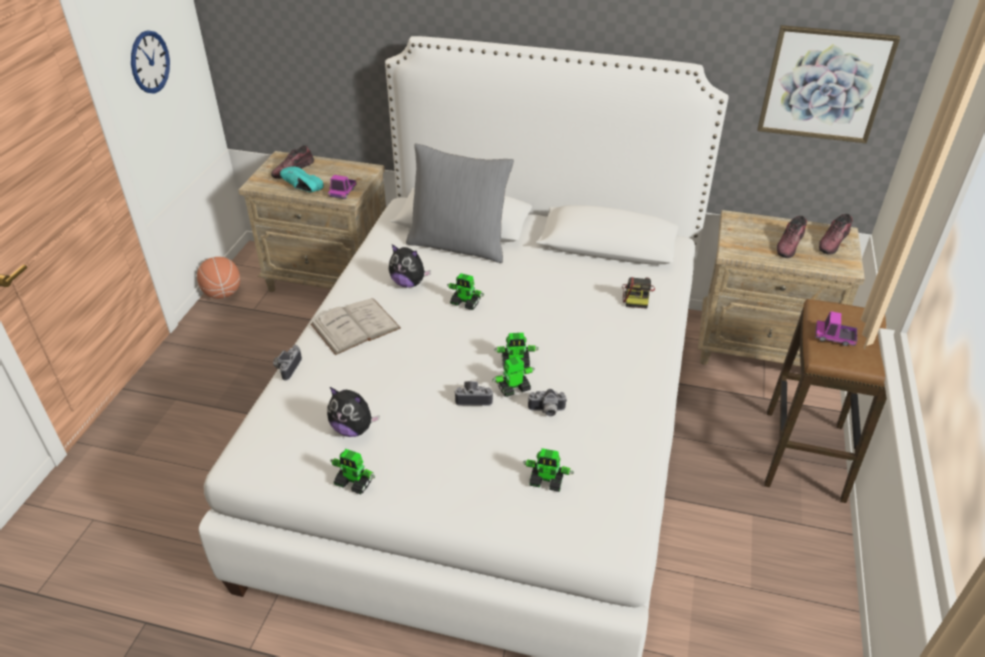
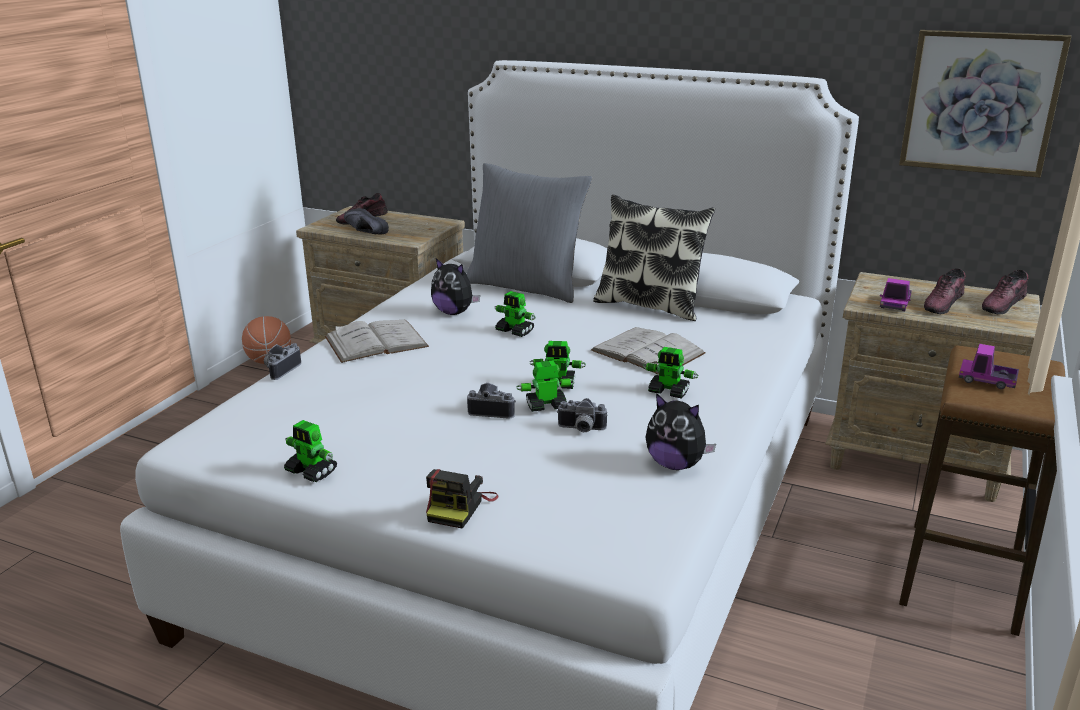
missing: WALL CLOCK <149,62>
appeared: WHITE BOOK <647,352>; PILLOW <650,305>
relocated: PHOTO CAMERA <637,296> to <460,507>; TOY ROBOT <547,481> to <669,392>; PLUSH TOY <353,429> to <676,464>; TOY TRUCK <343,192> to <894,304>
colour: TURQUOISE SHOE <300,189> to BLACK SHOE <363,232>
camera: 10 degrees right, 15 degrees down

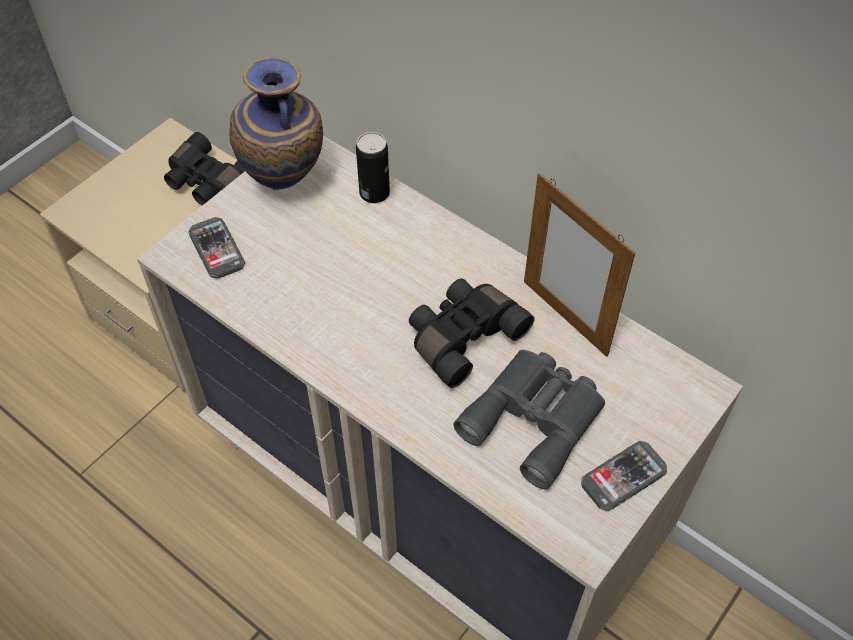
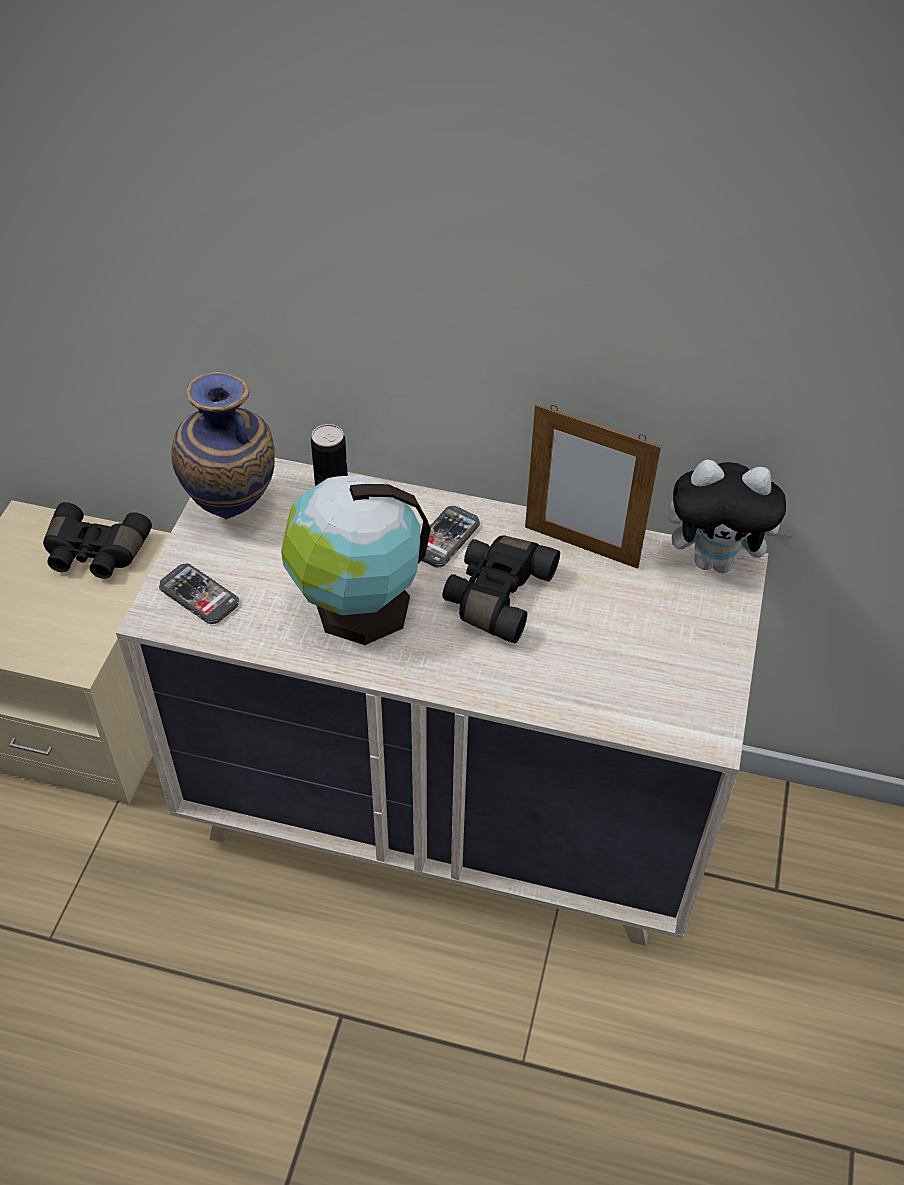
missing: GREY BINOCULARS <535,418>
appeared: GLOBE <357,608>; PLUSH TOY <716,561>
relocated: PHONE <623,477> to <445,538>
camera: 25 degrees left, 5 degrees down

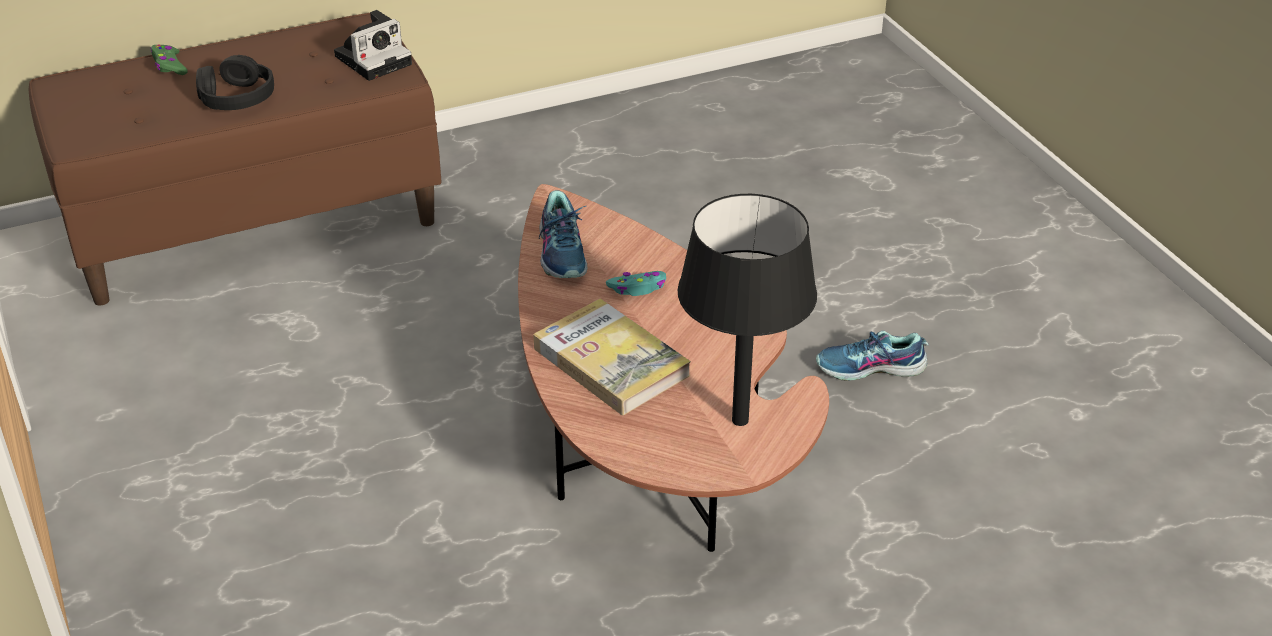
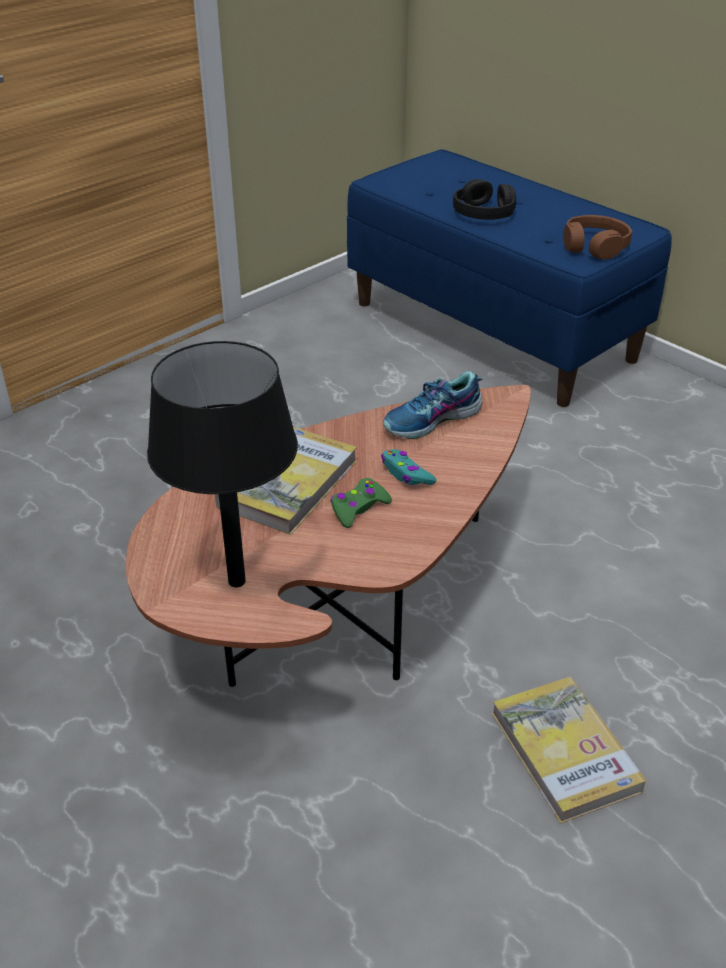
relocated: GREEN GAME CONTROLLER <169,66> to <358,508>
exchanged: SHOE <870,368> to BOOK <564,752>; PHOTO CAMERA <375,59> to BROWN HEADPHONES <594,246>
colour: BROWN BENCH <255,223> to BLUE BENCH <494,331>
camera: 70 degrees right, 0 degrees up

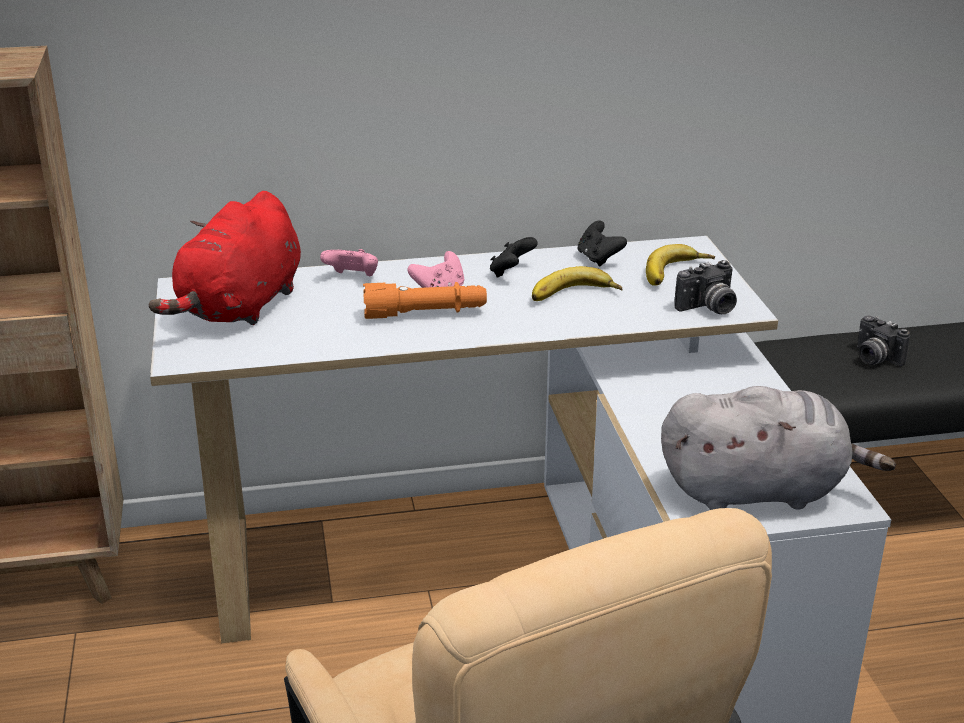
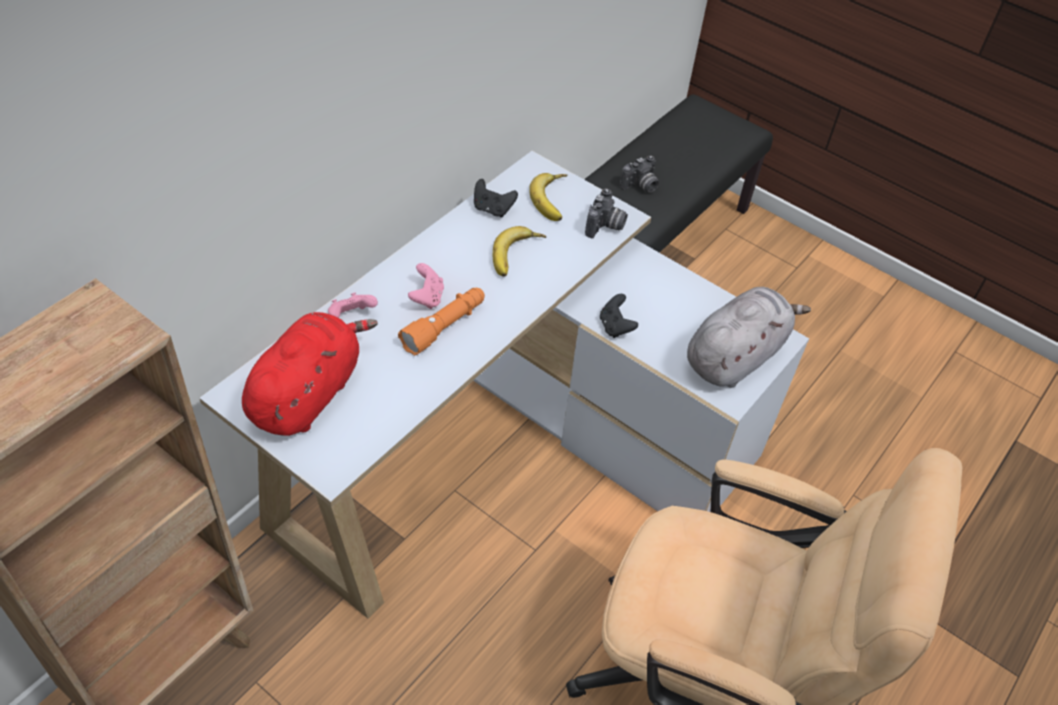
relocated: BLACK GAME CONTROLLER <511,272> to <615,327>
spun: RED PLUSH TOY <240,308> = <308,394> 135 degrees counterclockwise; PHOTO CAMERA <874,358> = <640,186> 45 degrees counterclockwise
camera: 45 degrees left, 20 degrees up

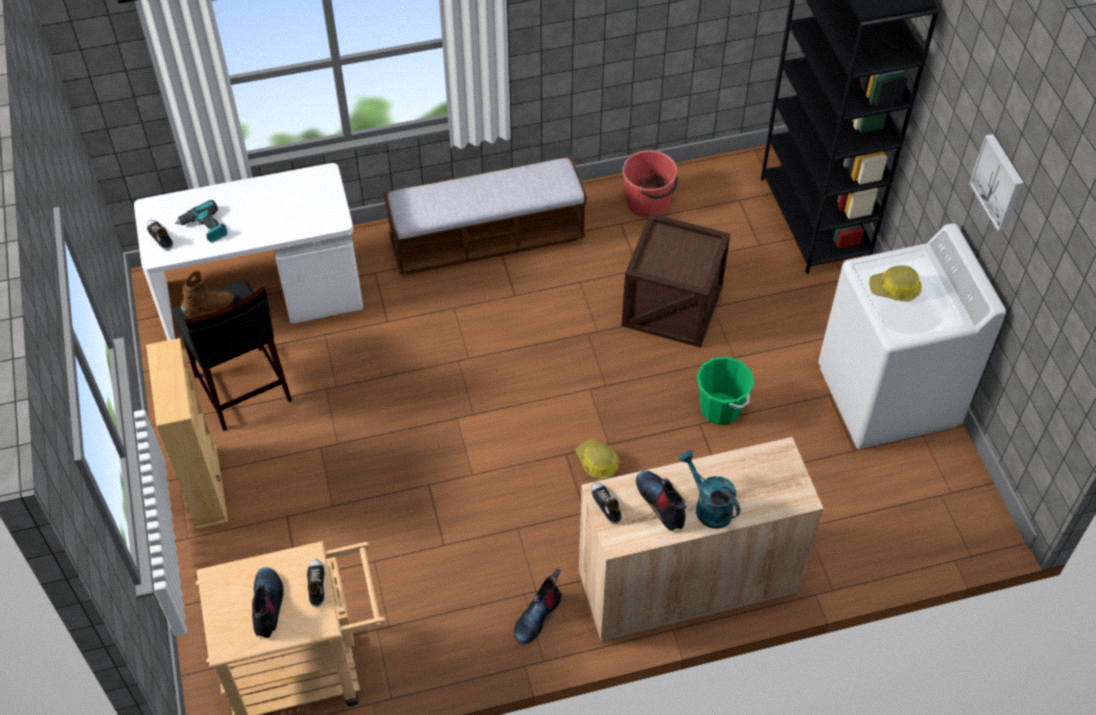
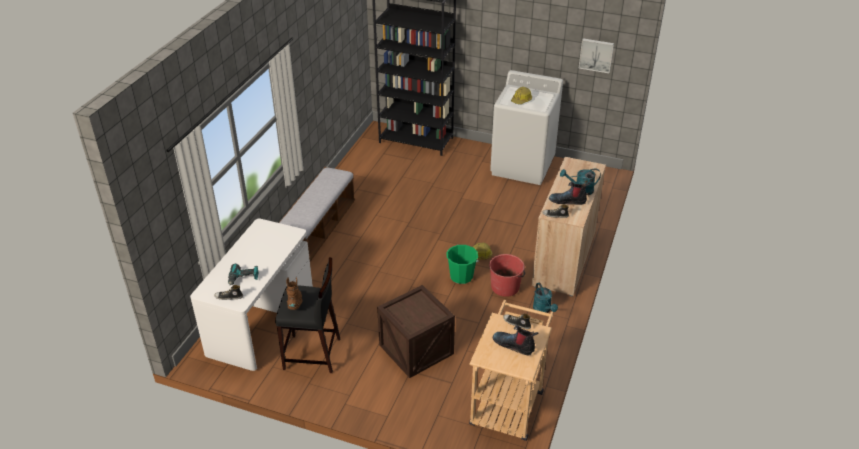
missing: BEIGE BOOKCASE <206,487>
relocated: CRATE <672,306> to <416,349>; GREEN BUCKET <720,409> to <461,276>; RED BUCKET <648,202> to <505,287>; PICTURE <999,182> to <596,55>
exchanged: BOOT <537,616> to TURQUOISE WATERING CAN <543,310>
camera: 55 degrees left, 15 degrees down

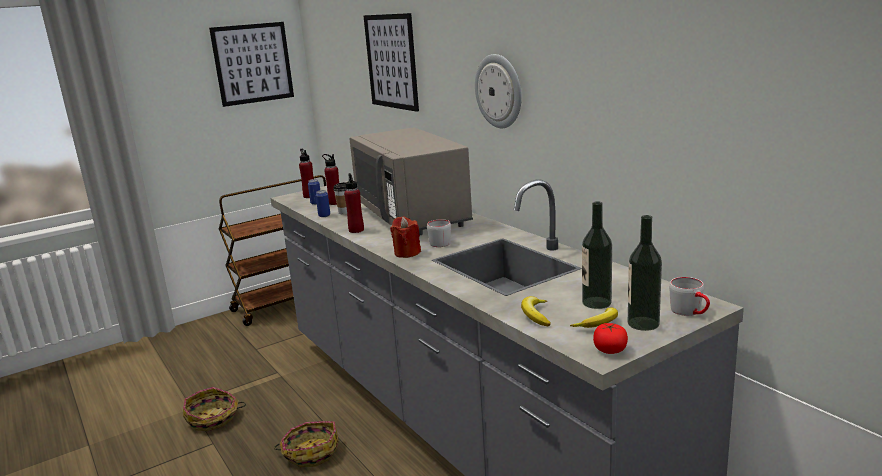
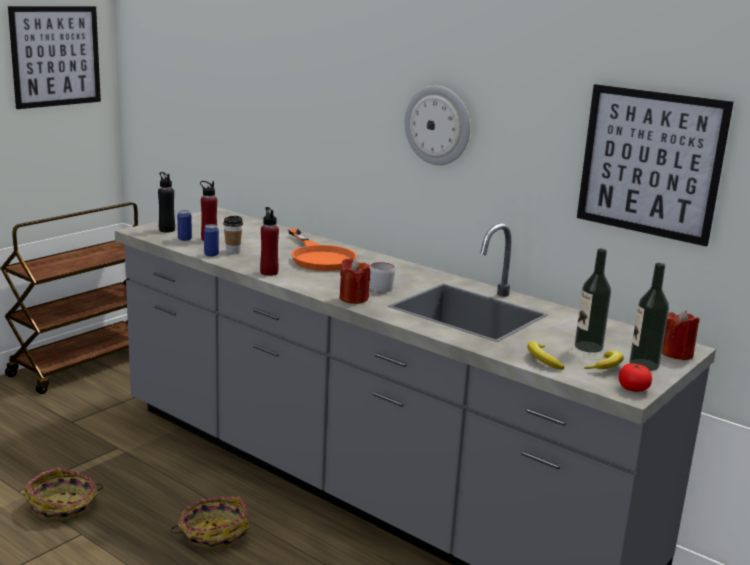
relocated: PICTURE <391,61> to <650,163>
exchanged: GREY MICROWAVE <411,216> to ORANGE FRYING PAN <319,257>; GREY MUG <690,312> to RED CANDLE <676,354>
colour: RED BOTTLE <309,196> to BLACK BOTTLE <167,230>
camera: 20 degrees left, 0 degrees up

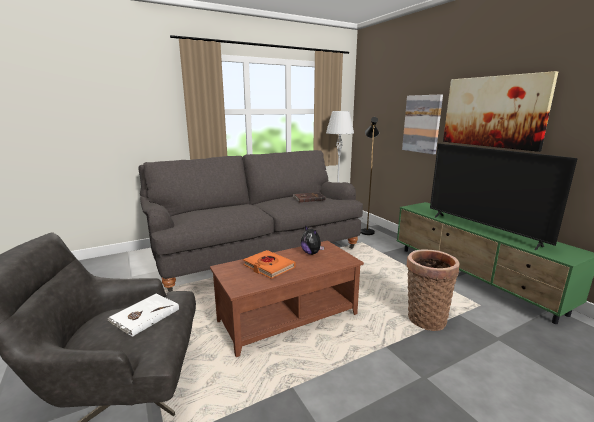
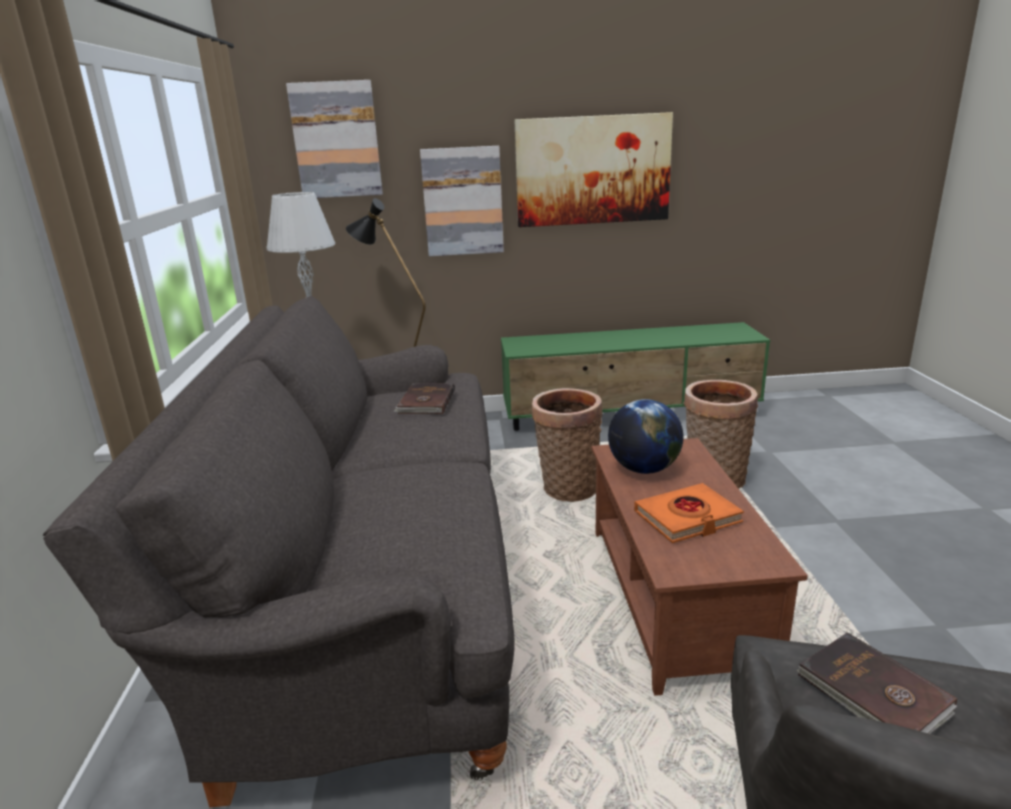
missing: TELEVISION <482,230>
appeared: PICTURE <336,140>; BASKET <567,488>
exchanged: PLUSH TOY <311,253> to GLOBE <644,469>
colour: WHITE BOOK <144,316> to BROWN BOOK <873,694>
camera: 65 degrees left, 5 degrees up

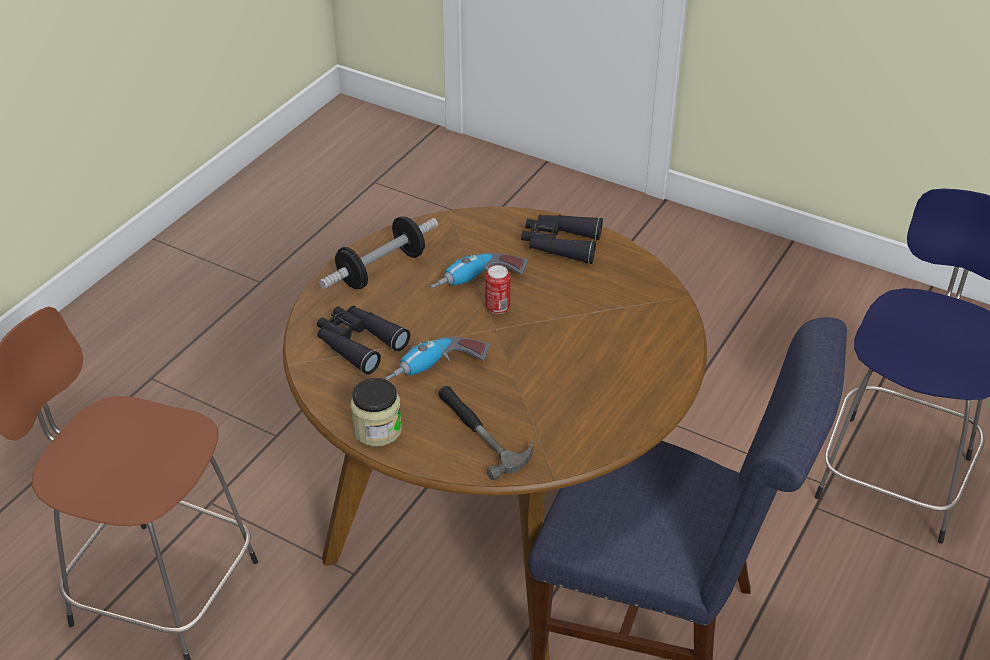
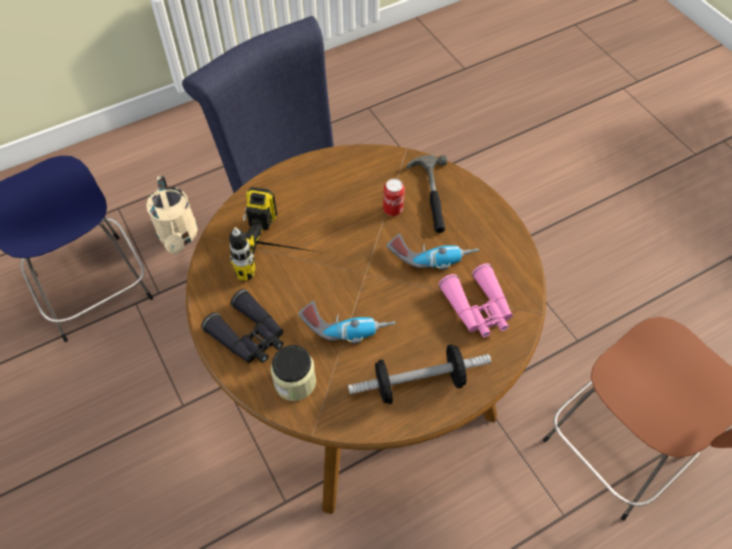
appeared: BEIGE WATERING CAN <179,237>; POWER DRILL <282,254>
relocated: JAR <377,430> to <295,382>; CAN <497,308> to <393,210>
colour: BLACK BINOCULARS <358,343> to PINK BINOCULARS <478,308>
camera: 150 degrees left, 15 degrees up

